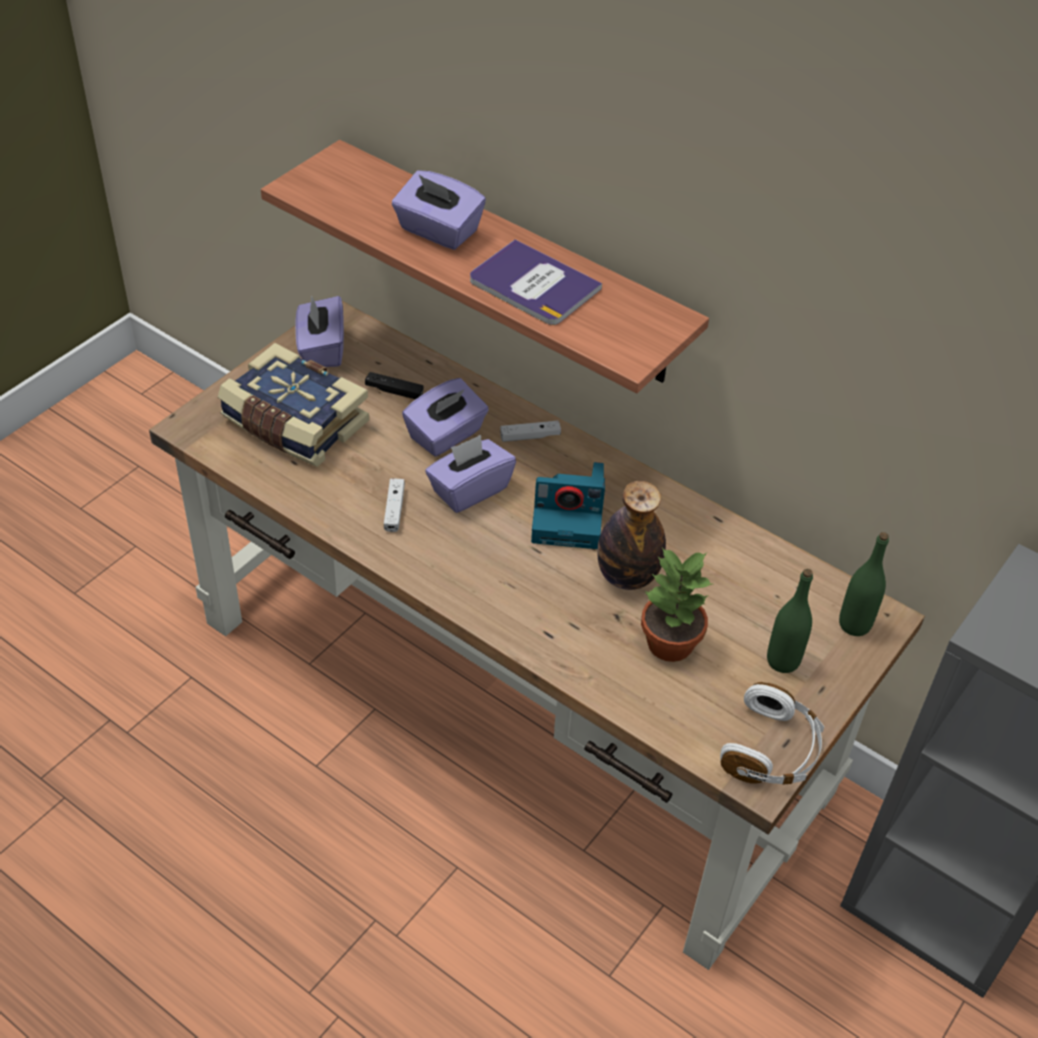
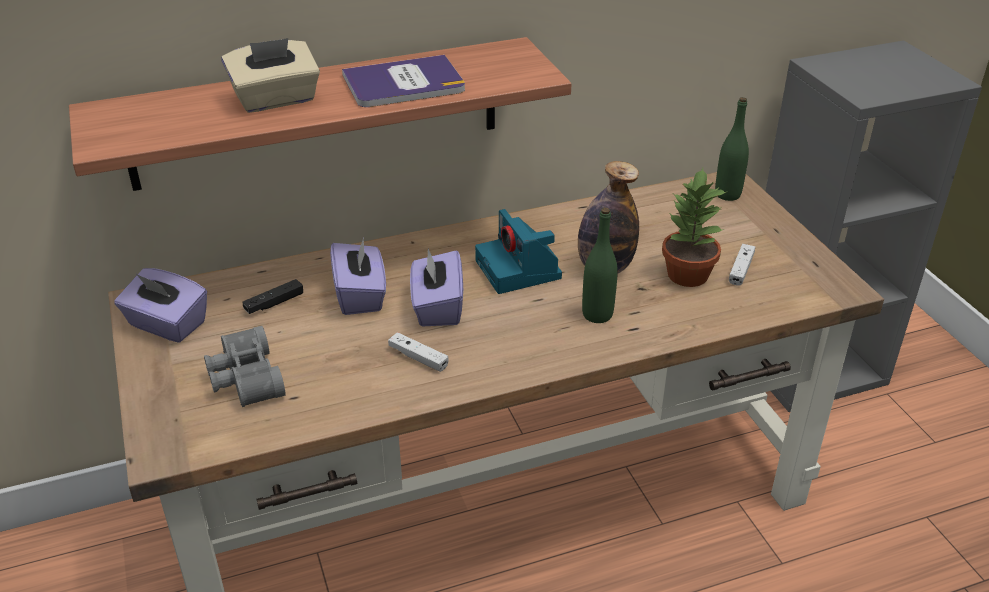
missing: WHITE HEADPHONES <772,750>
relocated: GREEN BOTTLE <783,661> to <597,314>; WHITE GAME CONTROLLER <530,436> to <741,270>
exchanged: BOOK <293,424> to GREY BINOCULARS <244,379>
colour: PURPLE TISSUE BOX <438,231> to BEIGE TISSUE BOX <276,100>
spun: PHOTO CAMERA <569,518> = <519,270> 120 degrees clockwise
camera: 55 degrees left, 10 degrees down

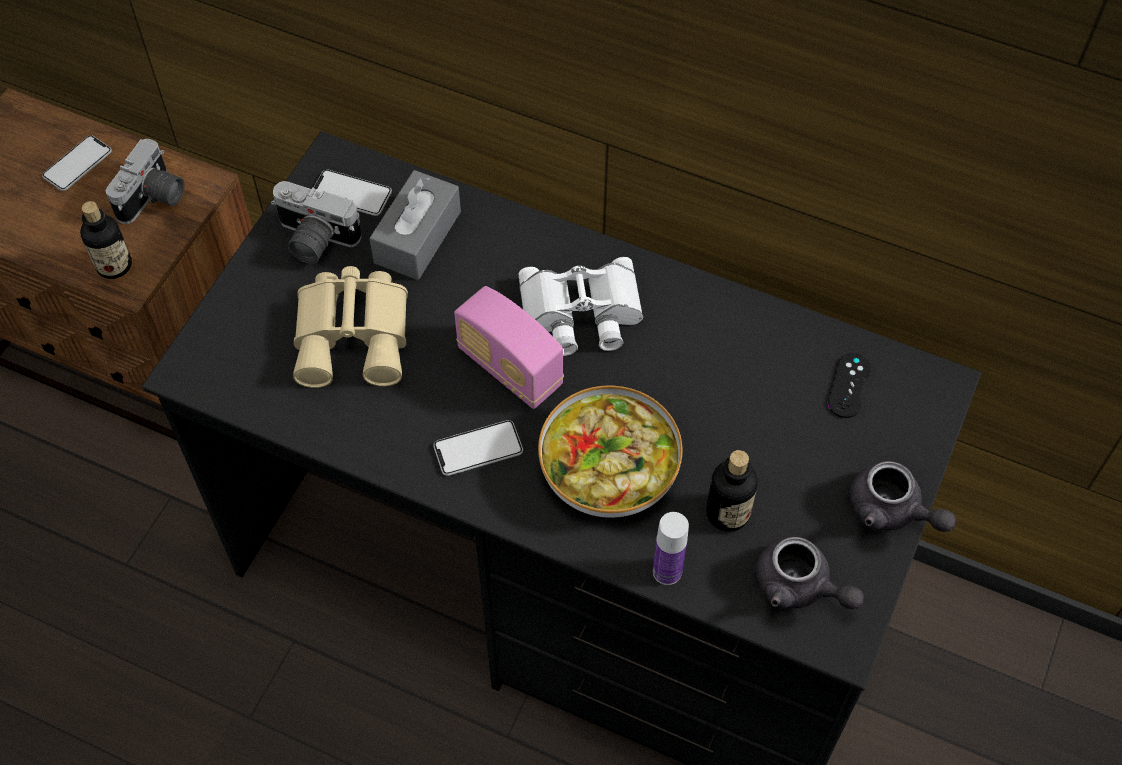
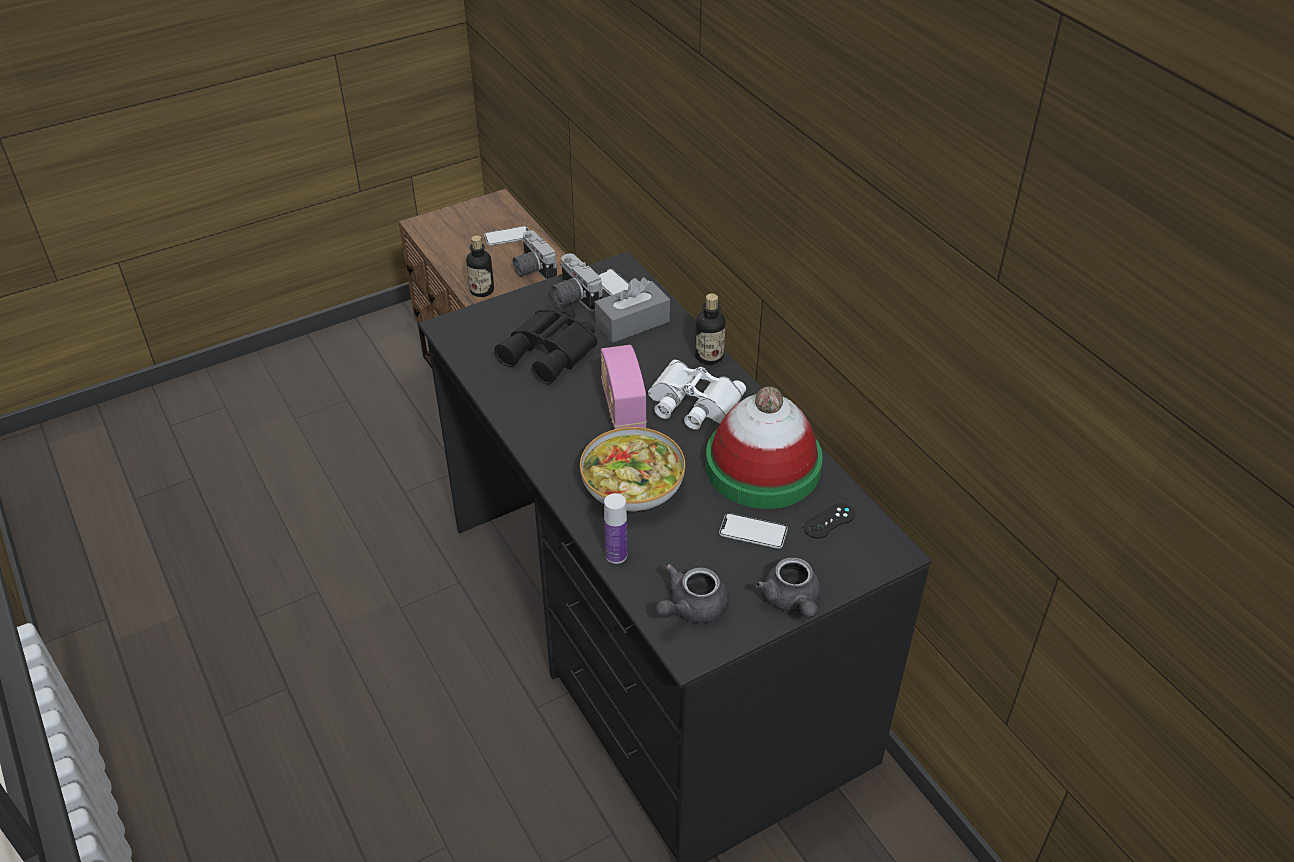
appeared: HAT <763,466>
relocated: BOTTLE <727,513> to <709,356>; PHONE <478,449> to <753,532>
colour: BEIGE BINOCULARS <355,335> to BLACK BINOCULARS <552,352>
spun: PHOTO CAMERA <154,199> = <532,270> 90 degrees clockwise; GREY TEAPOT <800,587> = <691,608> 60 degrees clockwise
camera: 35 degrees right, 15 degrees down

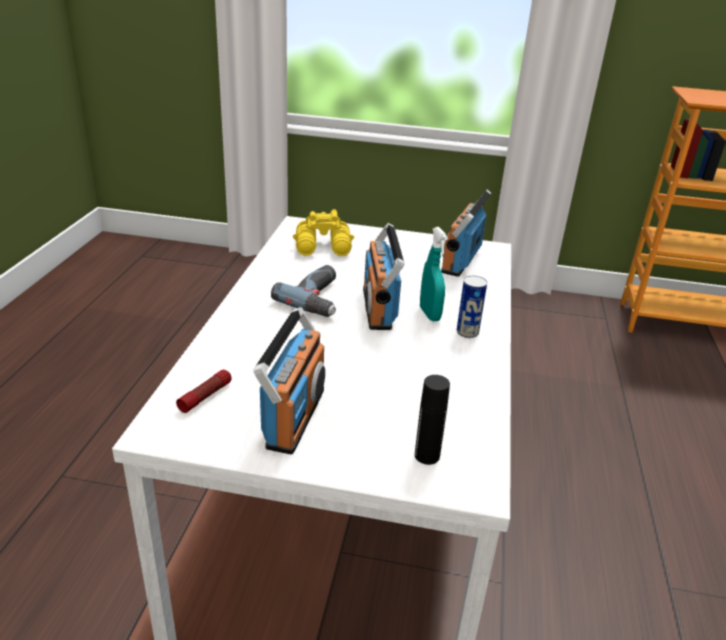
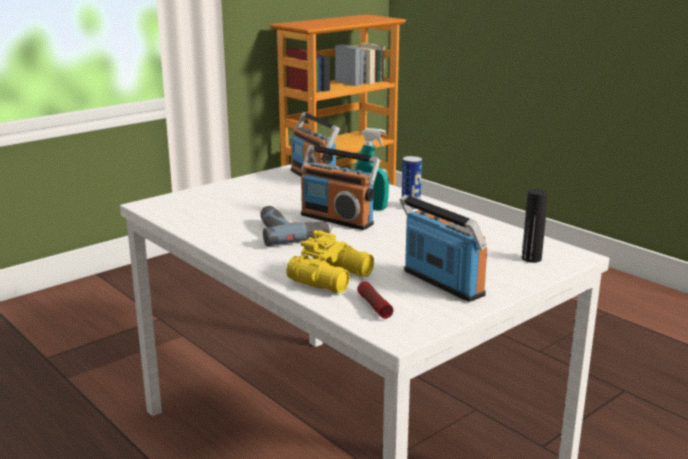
relocated: YELLOW BINOCULARS <324,247> to <333,278>
camera: 50 degrees left, 10 degrees down

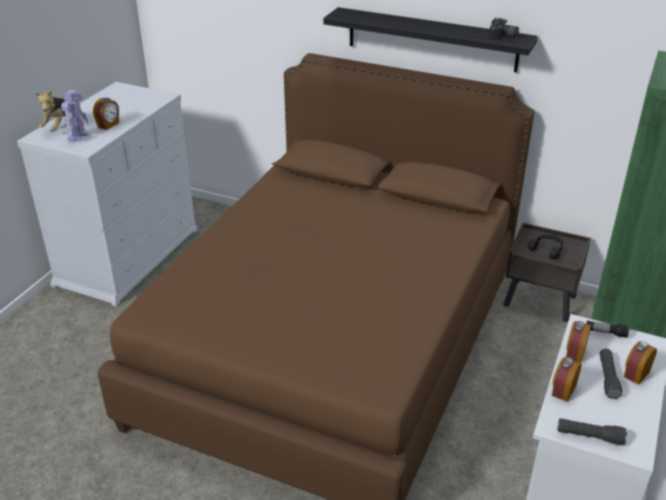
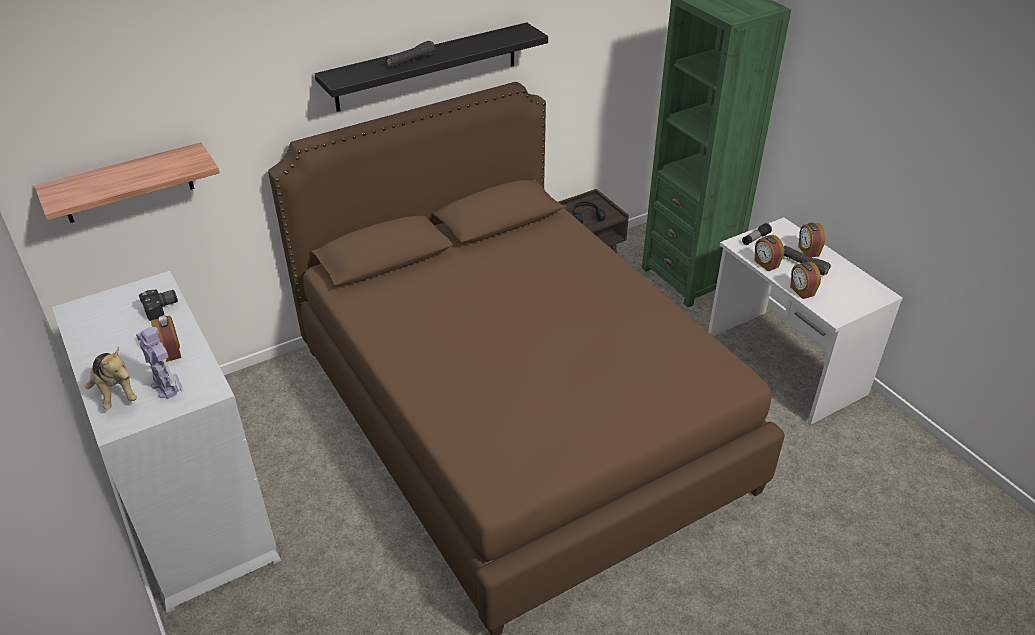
appeared: SHELF <127,184>
relocated: PHOTO CAMERA <502,37> to <162,309>; BLACK FLASHLIGHT <589,436> to <411,61>
camera: 55 degrees left, 5 degrees up

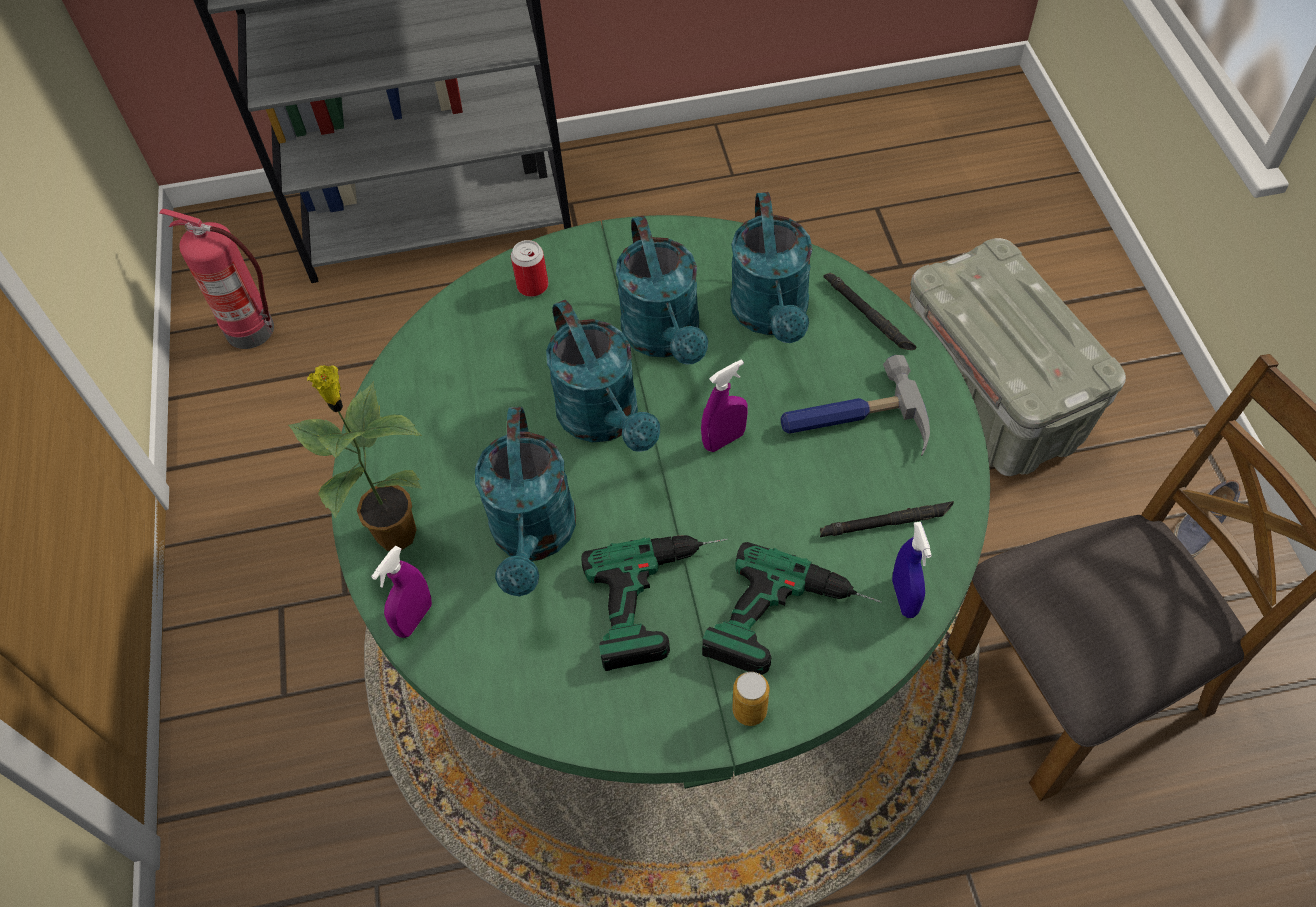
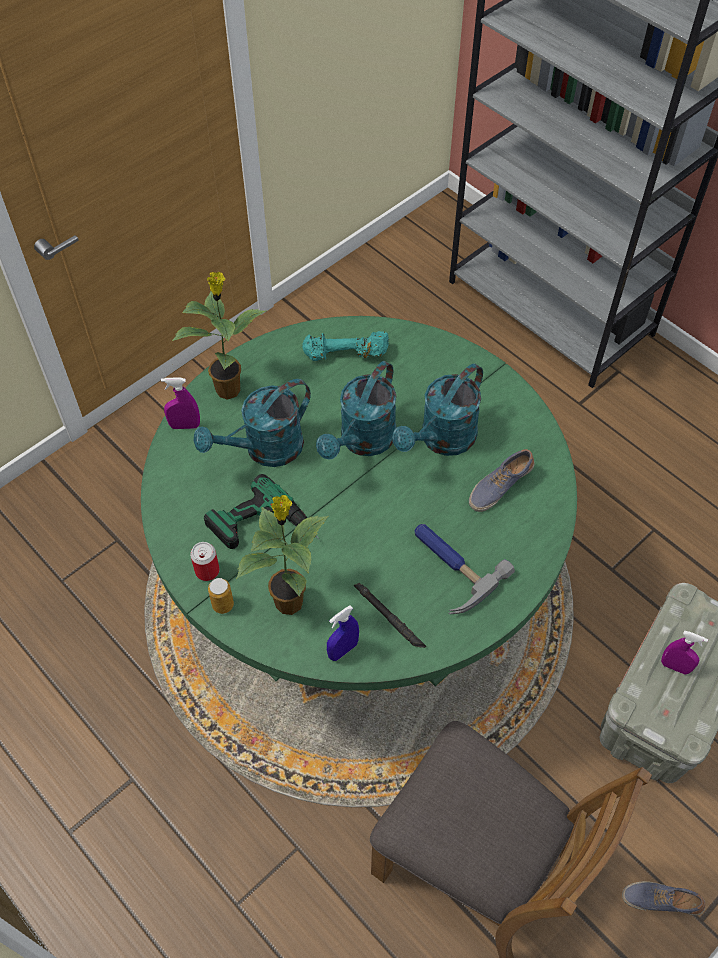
missing: FIRE EXTINGUISHER <252,329>; BLACK FLASHLIGHT <868,315>
appeared: TURQUOISE DUMBBELL <345,355>
relocated: CAN <532,286> to <207,571>; PURPLE SPRAY BOTTLE <724,440> to <675,667>
exchanged: POWER DRILL <792,624> to POTTED PLANT <289,600>; TURQUOISE WATERING CAN <772,316> to SHOE <499,486>
camera: 55 degrees right, 0 degrees up

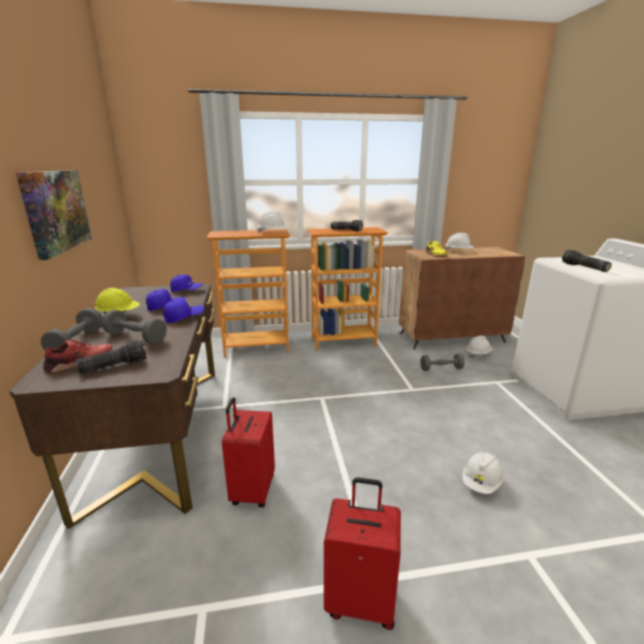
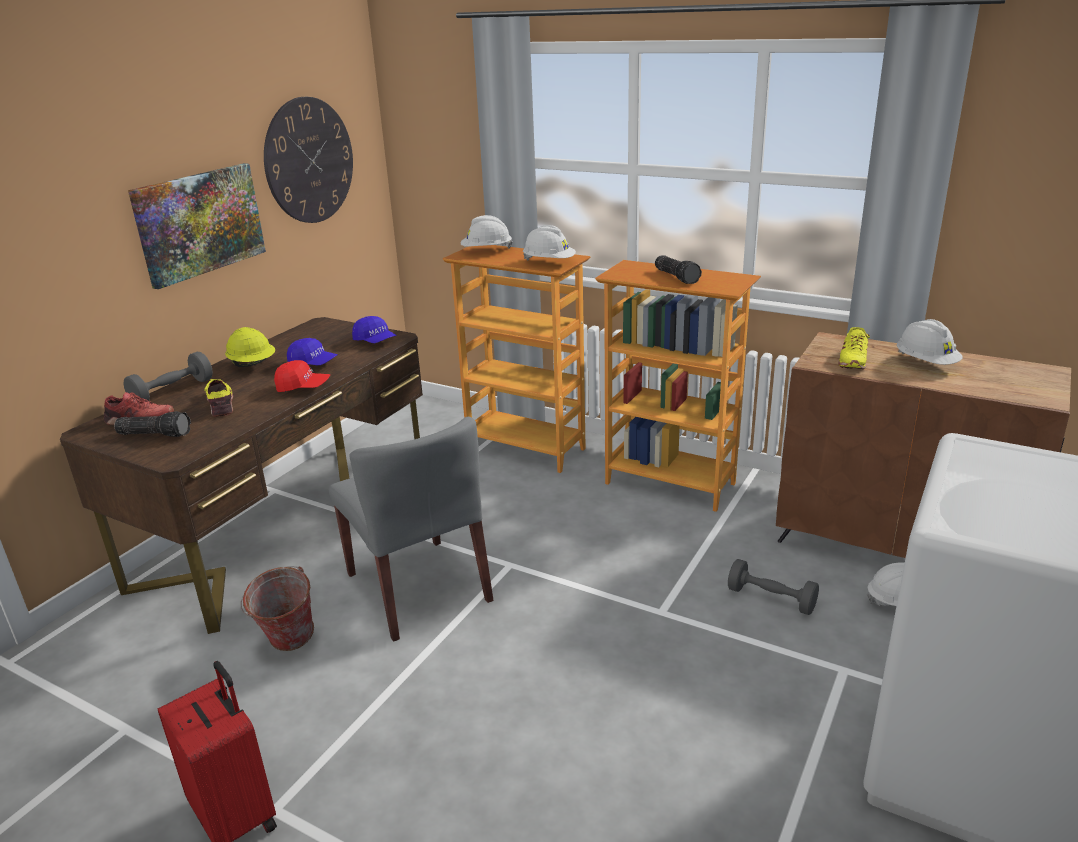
missing: FLASHLIGHT <583,267>
appeared: WALL CLOCK <309,161>; GREY CHAIR <419,588>
relocated: WHITE HARD HAT <481,483> to <486,251>
exchanged: GREY DUMBBELL <136,337> to YELLOW SHOE <221,403>; RED SUITCASE <252,490> to BUCKET <286,644>
colour: BLUE CAP <184,317> to RED CAP <303,387>
camera: 40 degrees right, 5 degrees up

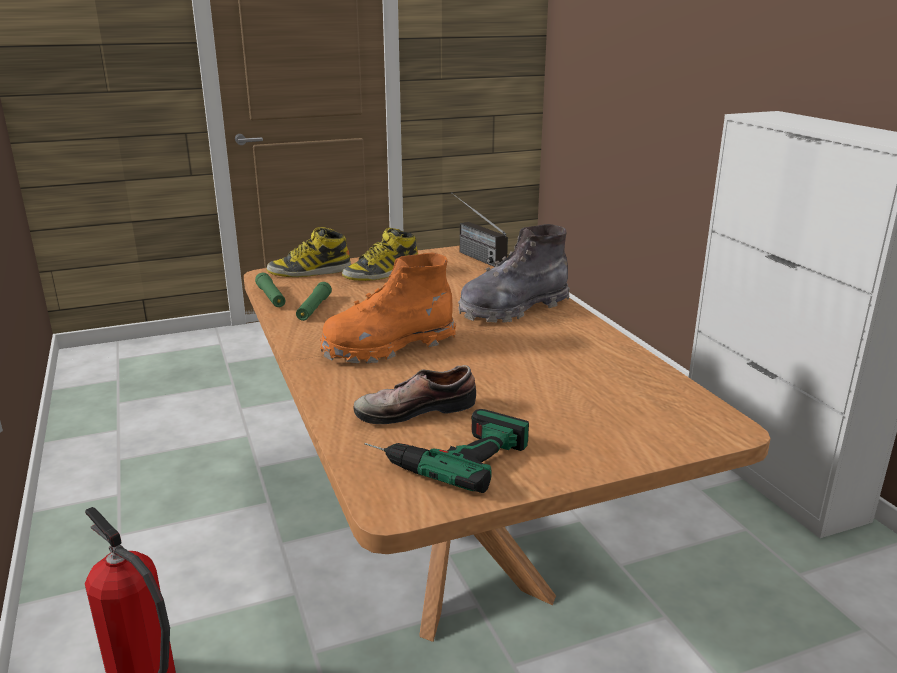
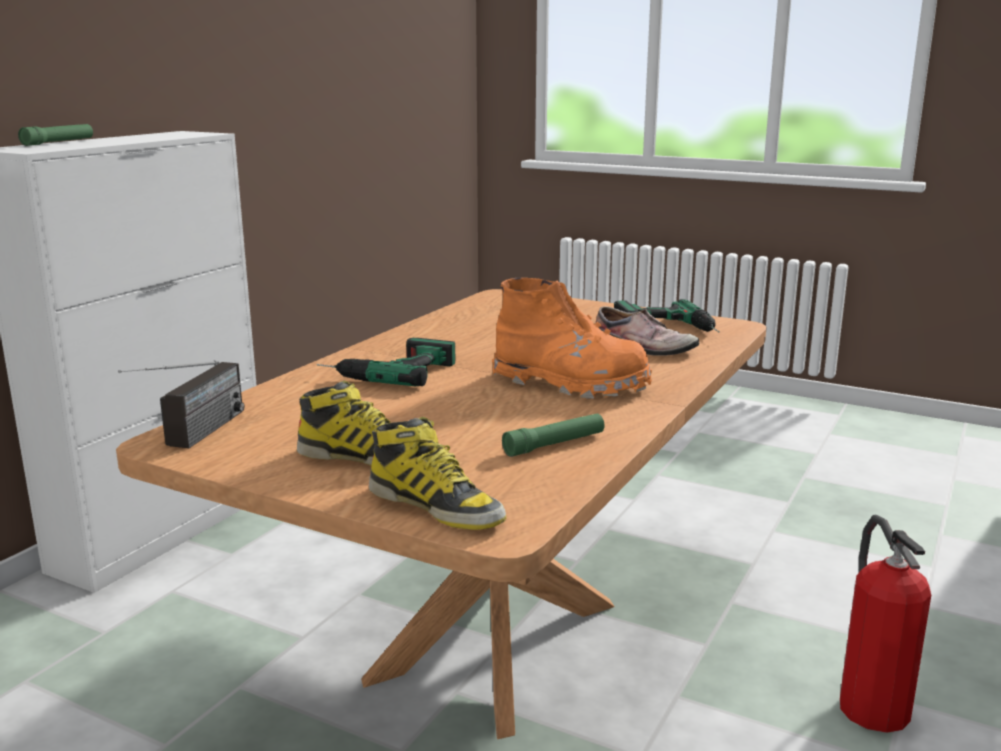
relocated: GREEN FLASHLIGHT <271,297> to <59,142>
exchanged: GREY BOOT <513,308> to POWER DRILL <386,371>
camera: 130 degrees left, 5 degrees down

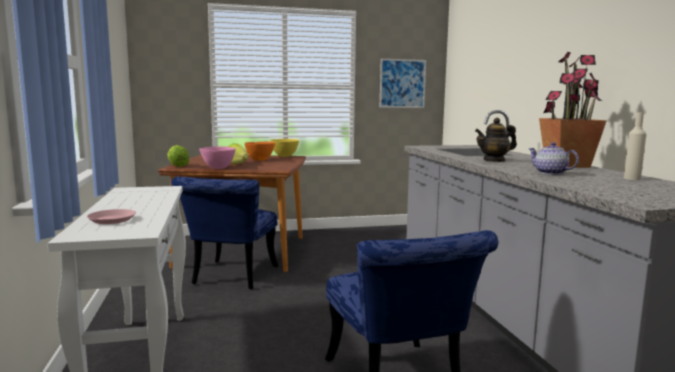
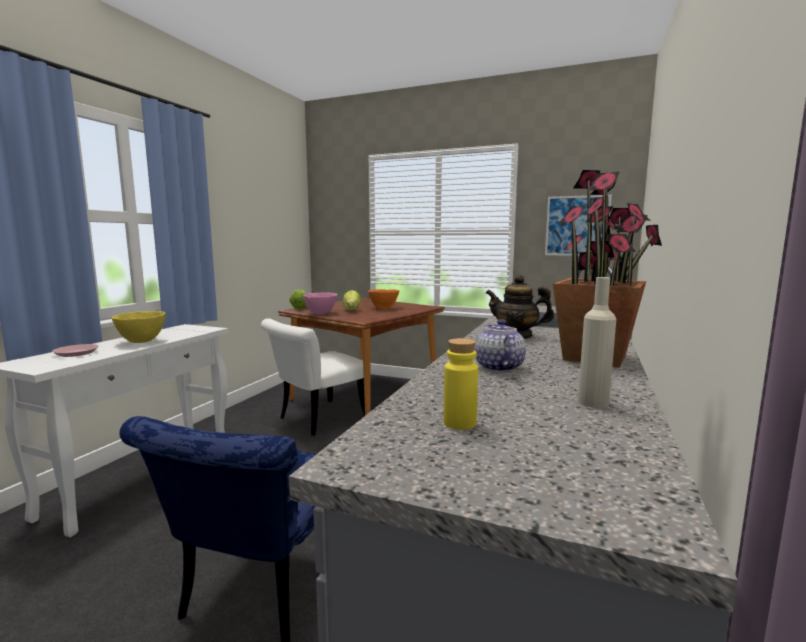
appeared: YELLOW BOTTLE <459,423>
relocated: YELLOW BOWL <285,156> to <141,342>
colour: BLUE CHAIR <231,277> to WHITE CHAIR <316,420>
camera: 35 degrees right, 0 degrees up

